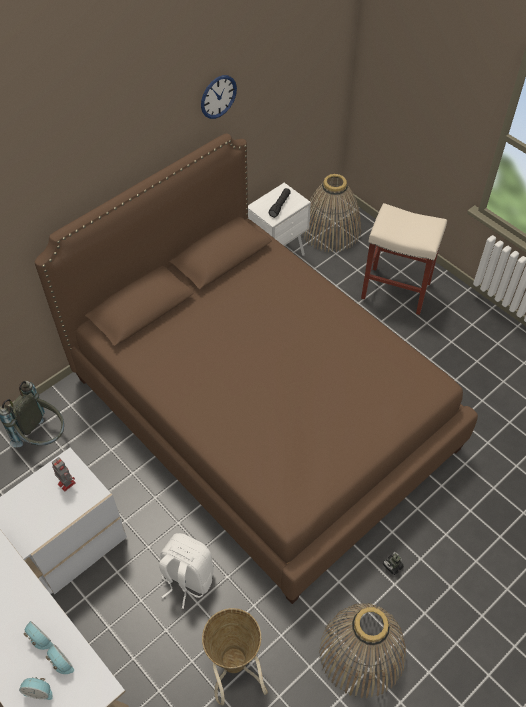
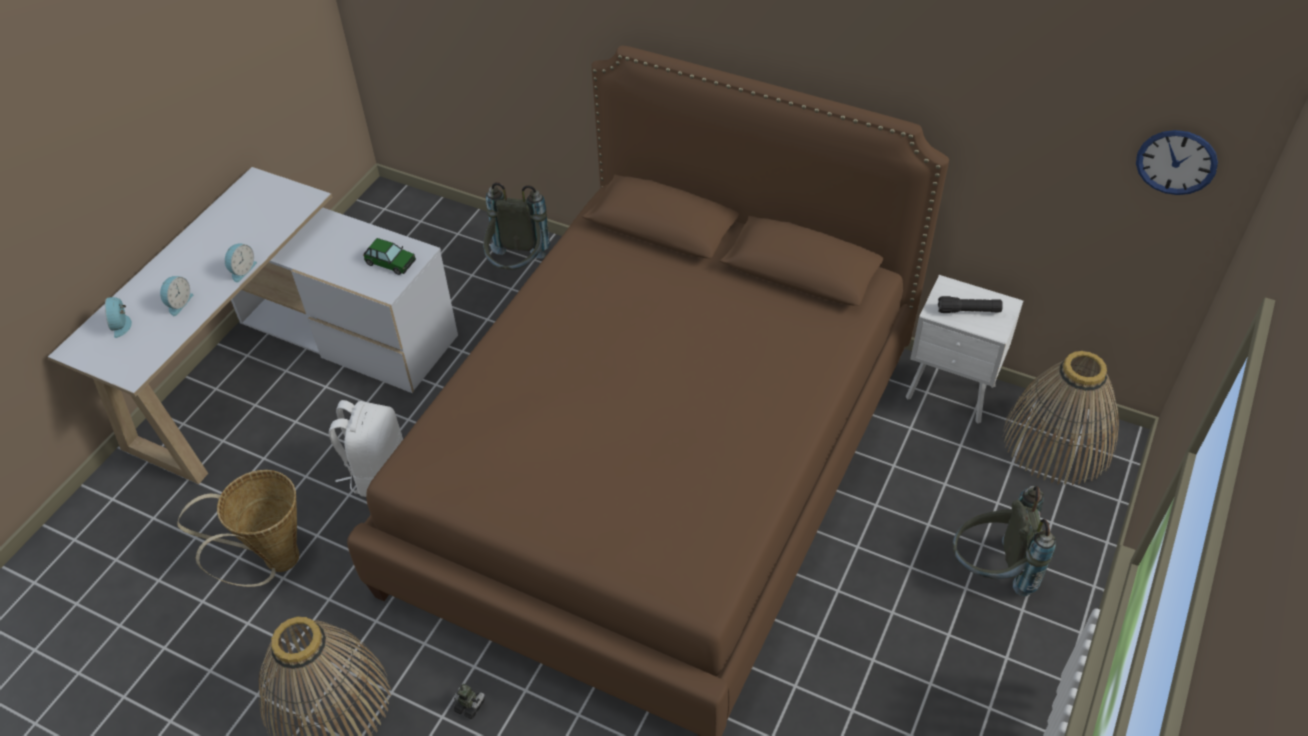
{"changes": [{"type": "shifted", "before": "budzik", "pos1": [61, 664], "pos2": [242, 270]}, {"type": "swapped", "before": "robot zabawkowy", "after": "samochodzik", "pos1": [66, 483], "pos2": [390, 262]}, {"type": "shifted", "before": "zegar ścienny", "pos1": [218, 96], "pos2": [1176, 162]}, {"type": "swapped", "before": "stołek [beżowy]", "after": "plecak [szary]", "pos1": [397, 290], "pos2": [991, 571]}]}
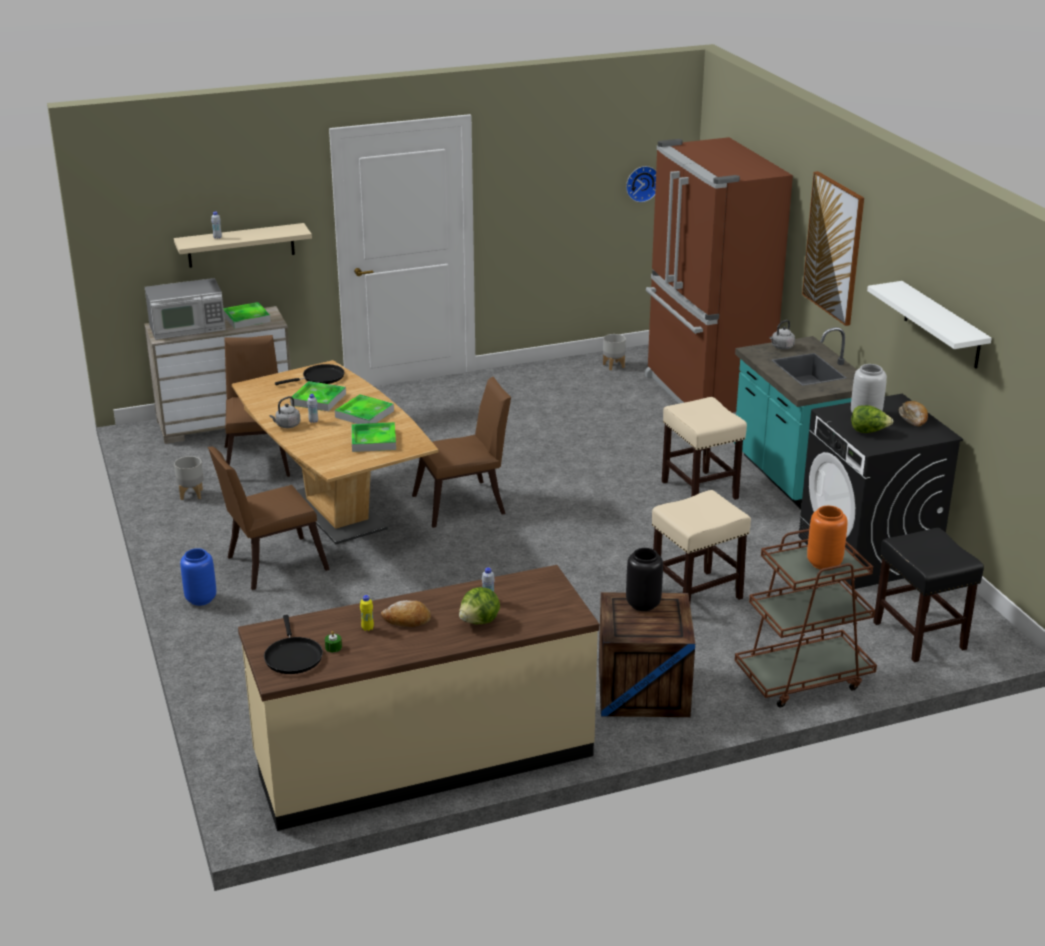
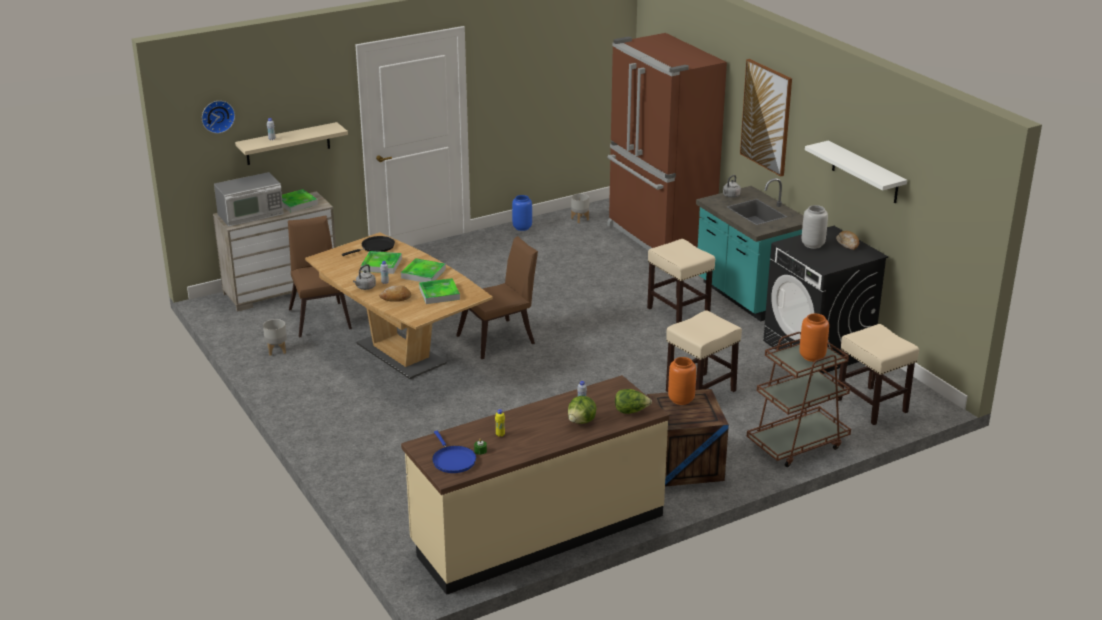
{"changes": [{"type": "shifted", "before": "wazon [niebieski]", "pos1": [201, 599], "pos2": [522, 227]}, {"type": "gone", "before": "krzesło [brązowy]", "pos1": [270, 564]}, {"type": "repainted", "before": "patelnia [czarny]", "after": "patelnia [niebieski]", "pos1": [293, 656], "pos2": [452, 460]}, {"type": "shifted", "before": "chleb", "pos1": [407, 620], "pos2": [396, 298]}, {"type": "shifted", "before": "zegar ścienny", "pos1": [641, 183], "pos2": [217, 116]}, {"type": "repainted", "before": "wazon [czarny]", "after": "wazon [pomarańczowy]", "pos1": [643, 604], "pos2": [681, 399]}, {"type": "shifted", "before": "sałata", "pos1": [868, 431], "pos2": [631, 411]}, {"type": "repainted", "before": "stołek [czarny]", "after": "stołek [beżowy]", "pos1": [920, 636], "pos2": [872, 406]}]}
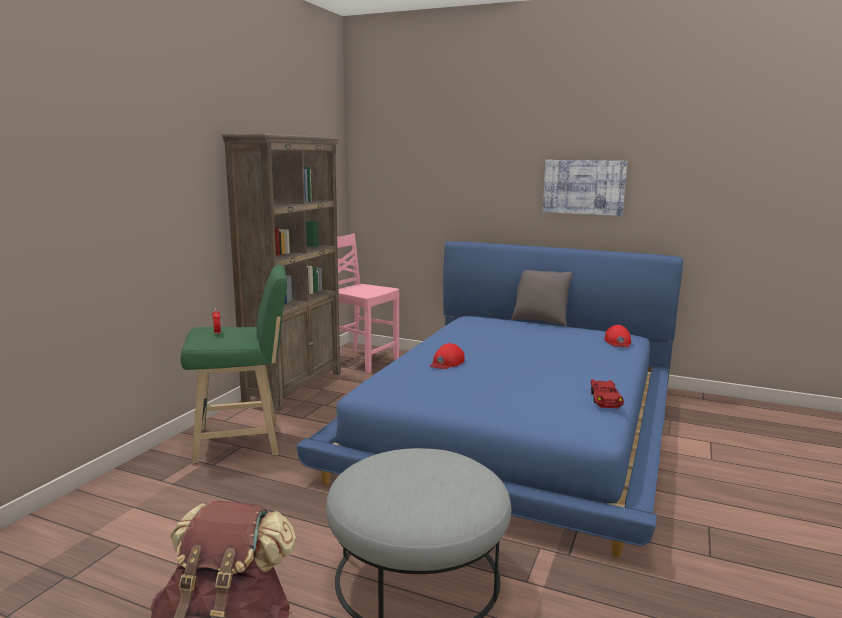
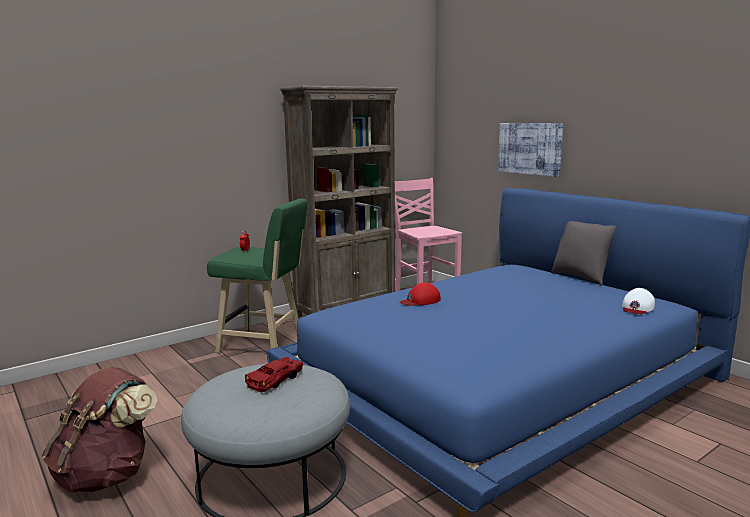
{"changes": [{"type": "shifted", "before": "obraz", "pos1": [584, 187], "pos2": [530, 148]}, {"type": "shifted", "before": "samochodzik [czerwony]", "pos1": [604, 399], "pos2": [276, 380]}, {"type": "repainted", "before": "czapka z daszkiem [czerwony]", "after": "czapka z daszkiem [biały]", "pos1": [618, 342], "pos2": [637, 307]}]}
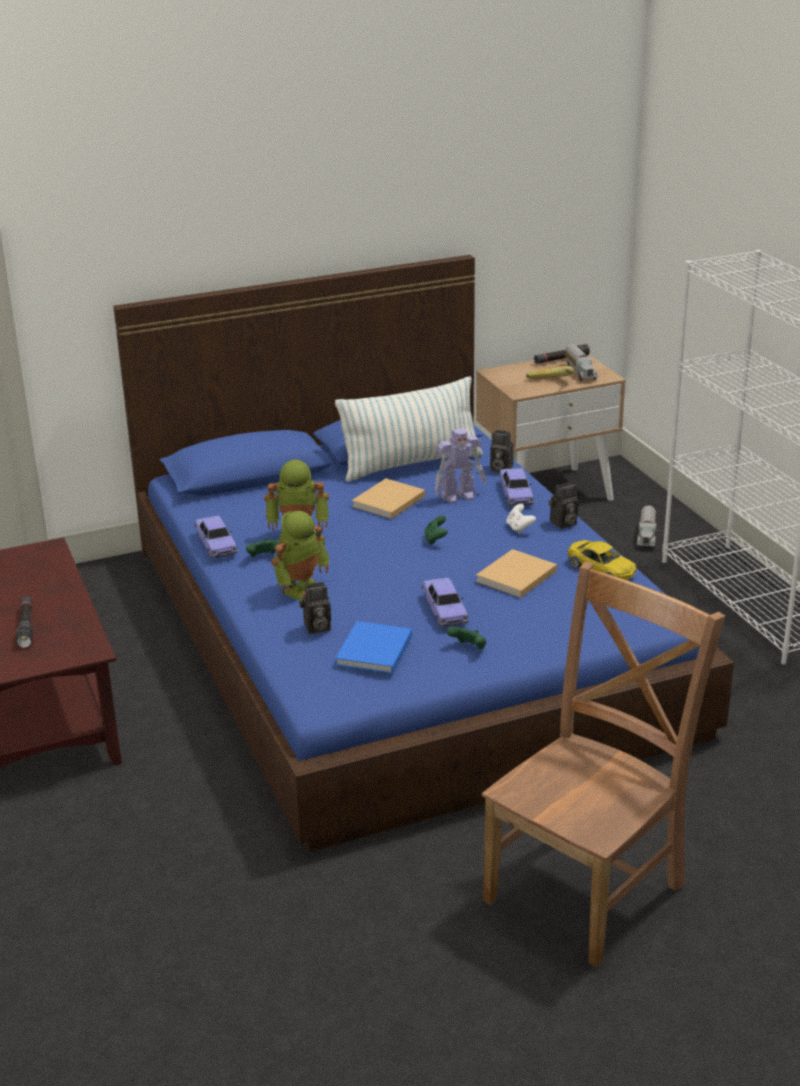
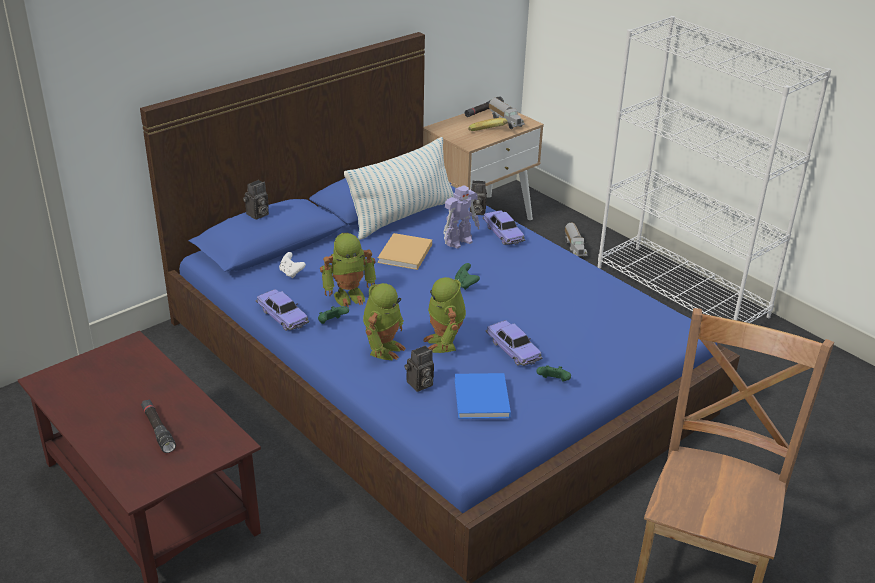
{"changes": [{"type": "gone", "before": "książka [beżowy]", "pos1": [515, 577]}, {"type": "shifted", "before": "pad do gier [biały]", "pos1": [519, 528], "pos2": [291, 273]}, {"type": "shifted", "before": "aparat fotograficzny", "pos1": [563, 523], "pos2": [257, 215]}, {"type": "gone", "before": "samochodzik [żółty]", "pos1": [601, 569]}, {"type": "new", "after": "robot zabawkowy", "pos2": [444, 343]}]}
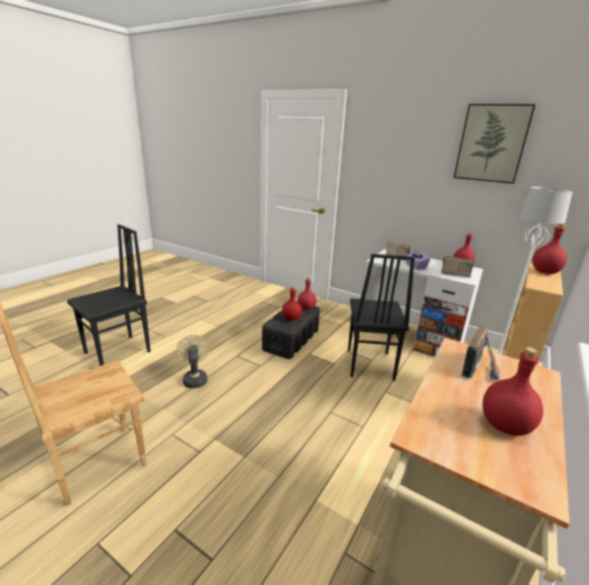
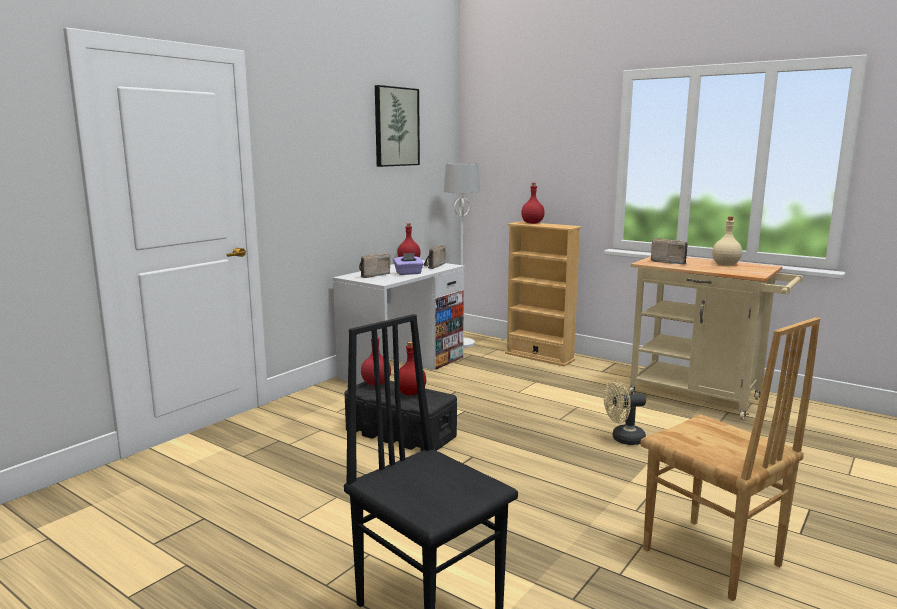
{"changes": [{"type": "shifted", "before": "wentylator [beżowy]", "pos1": [195, 378], "pos2": [623, 439]}, {"type": "gone", "before": "krzesło [czarny]", "pos1": [369, 364]}, {"type": "repainted", "before": "butelka [czerwony]", "after": "butelka [beżowy]", "pos1": [504, 425], "pos2": [725, 265]}]}
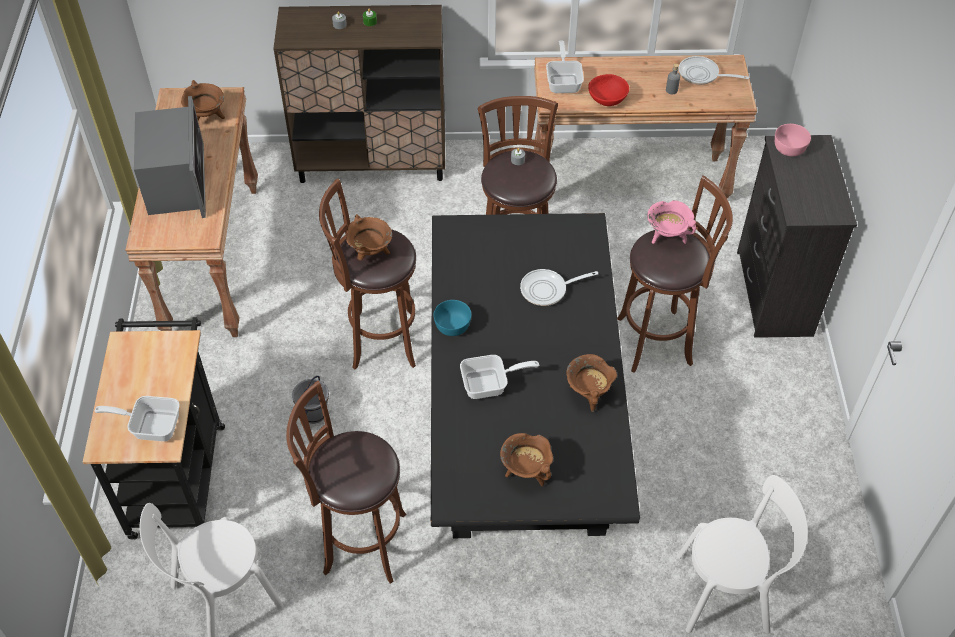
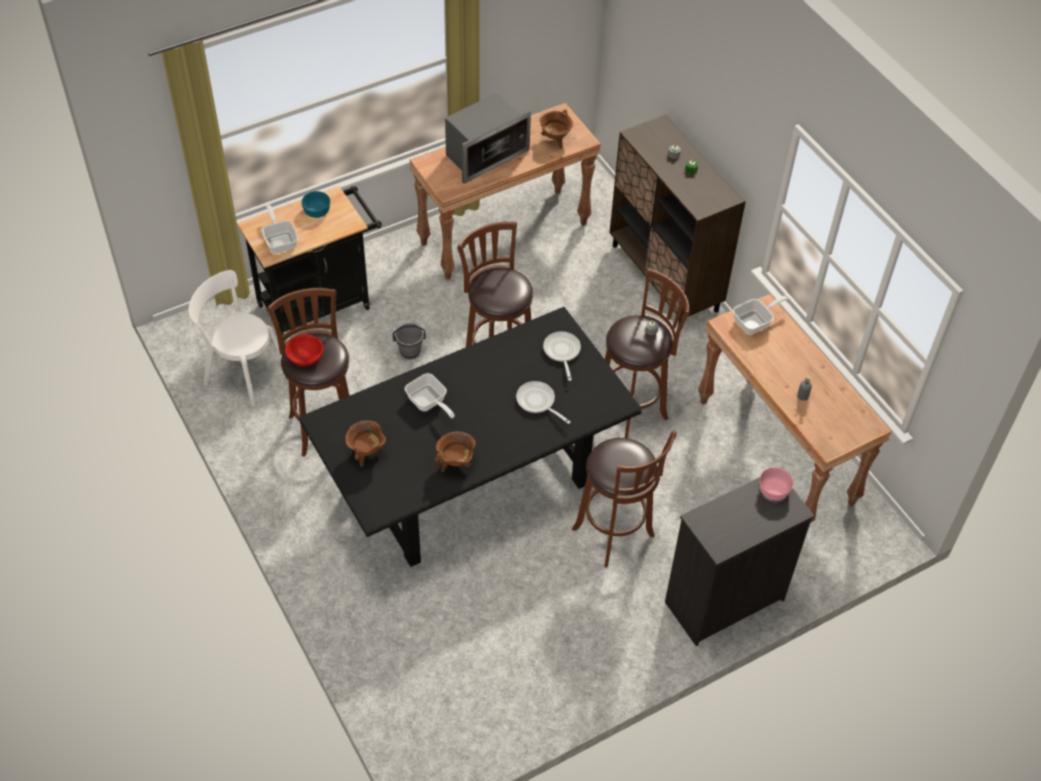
{"changes": [{"type": "gone", "before": "garnek [brązowy]", "pos1": [370, 253]}, {"type": "shifted", "before": "miska [turkusowy]", "pos1": [452, 325], "pos2": [317, 211]}, {"type": "shifted", "before": "miska [czerwony]", "pos1": [607, 99], "pos2": [306, 357]}, {"type": "gone", "before": "garnek [różowy]", "pos1": [667, 237]}, {"type": "gone", "before": "krzesło [biały]", "pos1": [728, 592]}, {"type": "shifted", "before": "patelnia", "pos1": [702, 75], "pos2": [562, 352]}]}
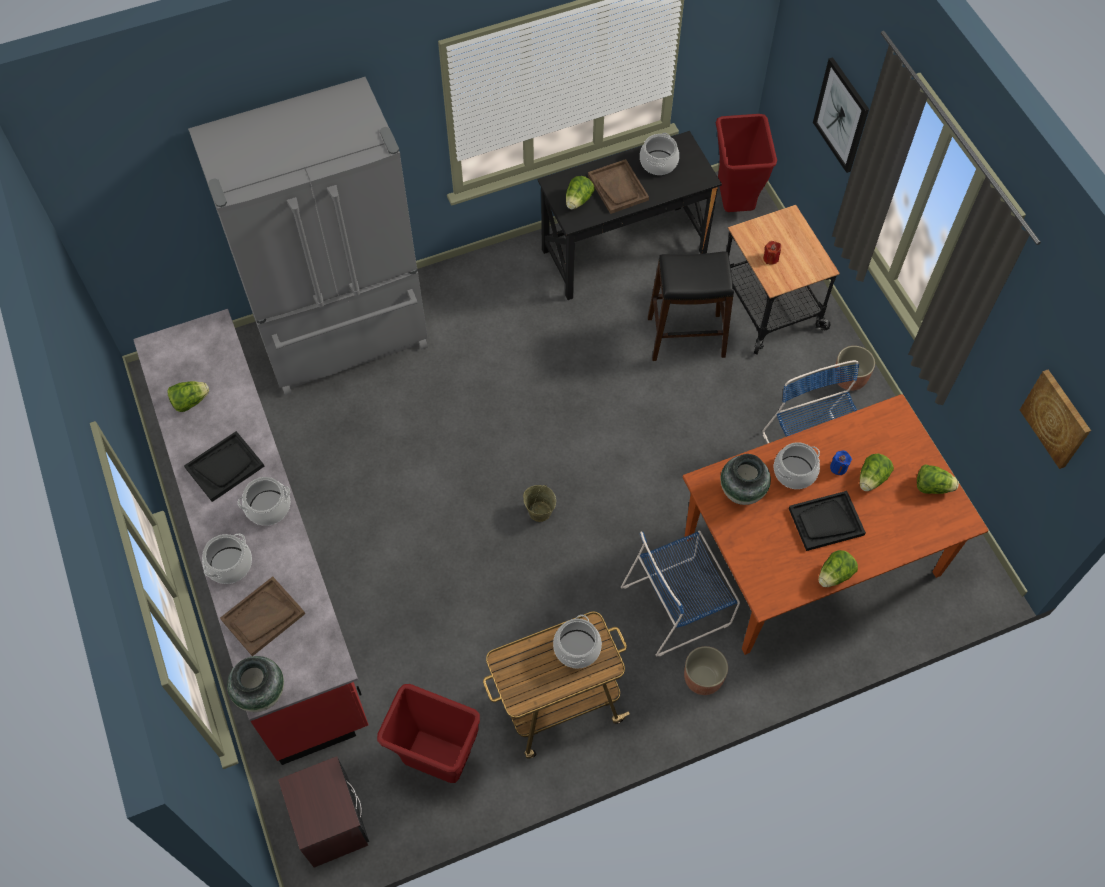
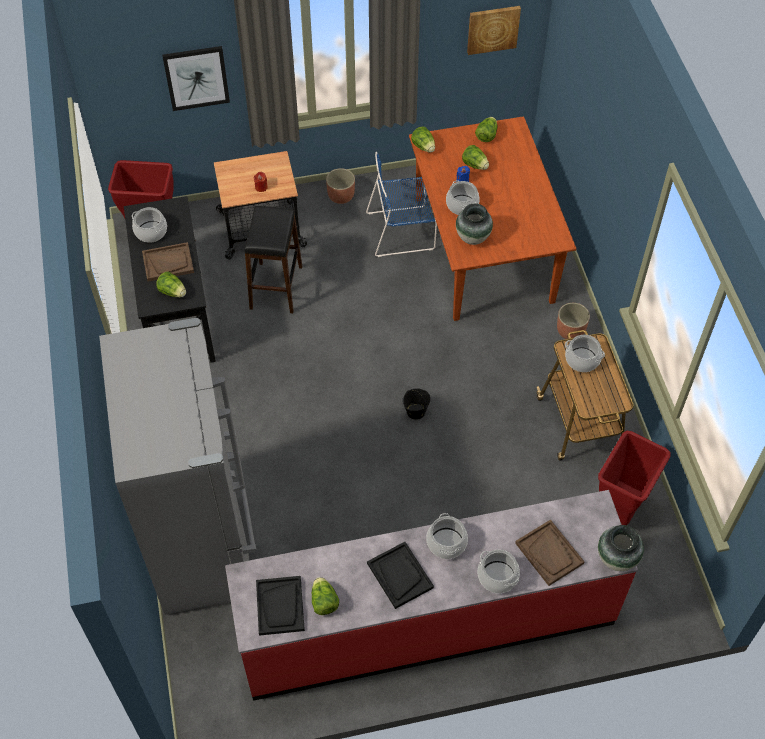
{"changes": [{"type": "gone", "before": "szafka nocna [brązowy]", "pos1": [331, 822]}, {"type": "repainted", "before": "wiadro [beżowy]", "after": "wiadro [czarny]", "pos1": [539, 511], "pos2": [415, 412]}, {"type": "gone", "before": "krzesło [niebieski]", "pos1": [679, 604]}, {"type": "shifted", "before": "taca [czarny]", "pos1": [826, 522], "pos2": [280, 606]}, {"type": "shifted", "before": "sałata", "pos1": [834, 575], "pos2": [424, 147]}]}
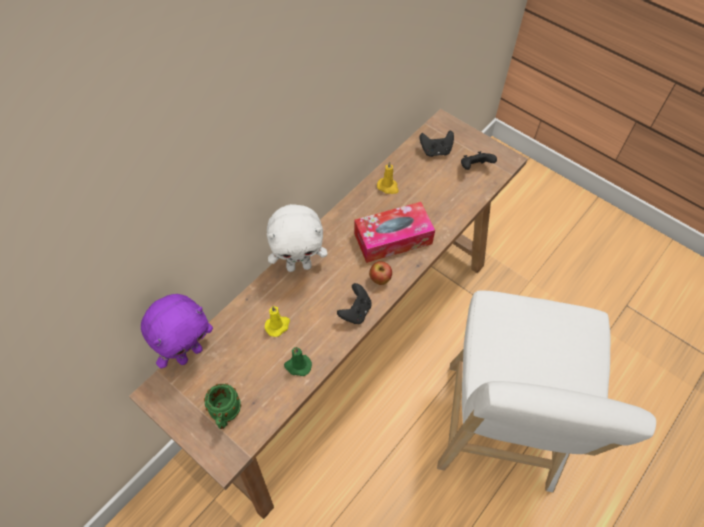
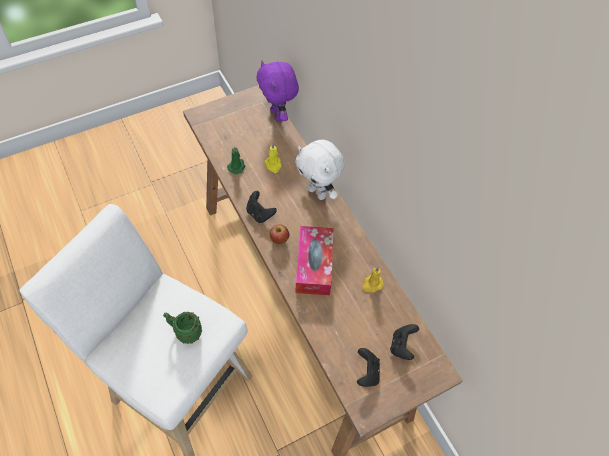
{"changes": [{"type": "shifted", "before": "kubek [zielony]", "pos1": [225, 415], "pos2": [185, 332]}, {"type": "rotated", "before": "pluszak [biały]", "pos1": [299, 265], "pos2": [318, 192], "turn": -60}]}
